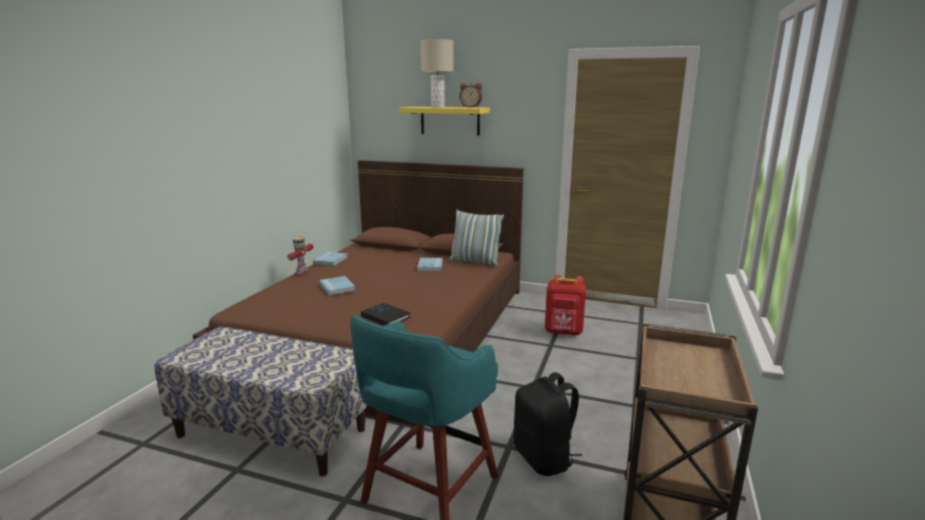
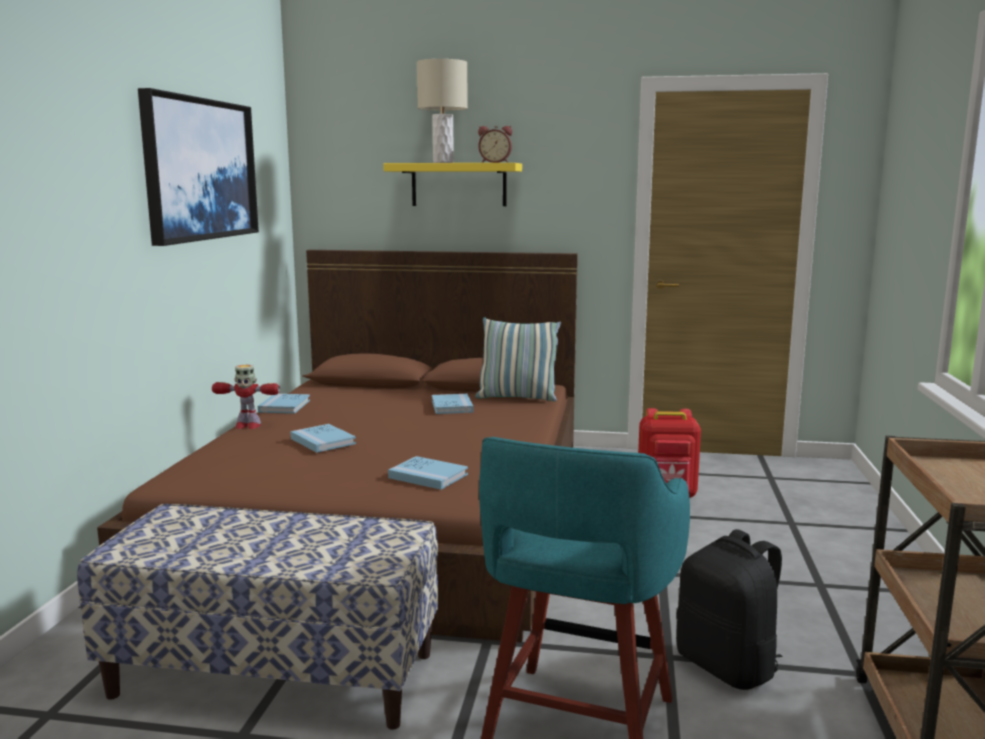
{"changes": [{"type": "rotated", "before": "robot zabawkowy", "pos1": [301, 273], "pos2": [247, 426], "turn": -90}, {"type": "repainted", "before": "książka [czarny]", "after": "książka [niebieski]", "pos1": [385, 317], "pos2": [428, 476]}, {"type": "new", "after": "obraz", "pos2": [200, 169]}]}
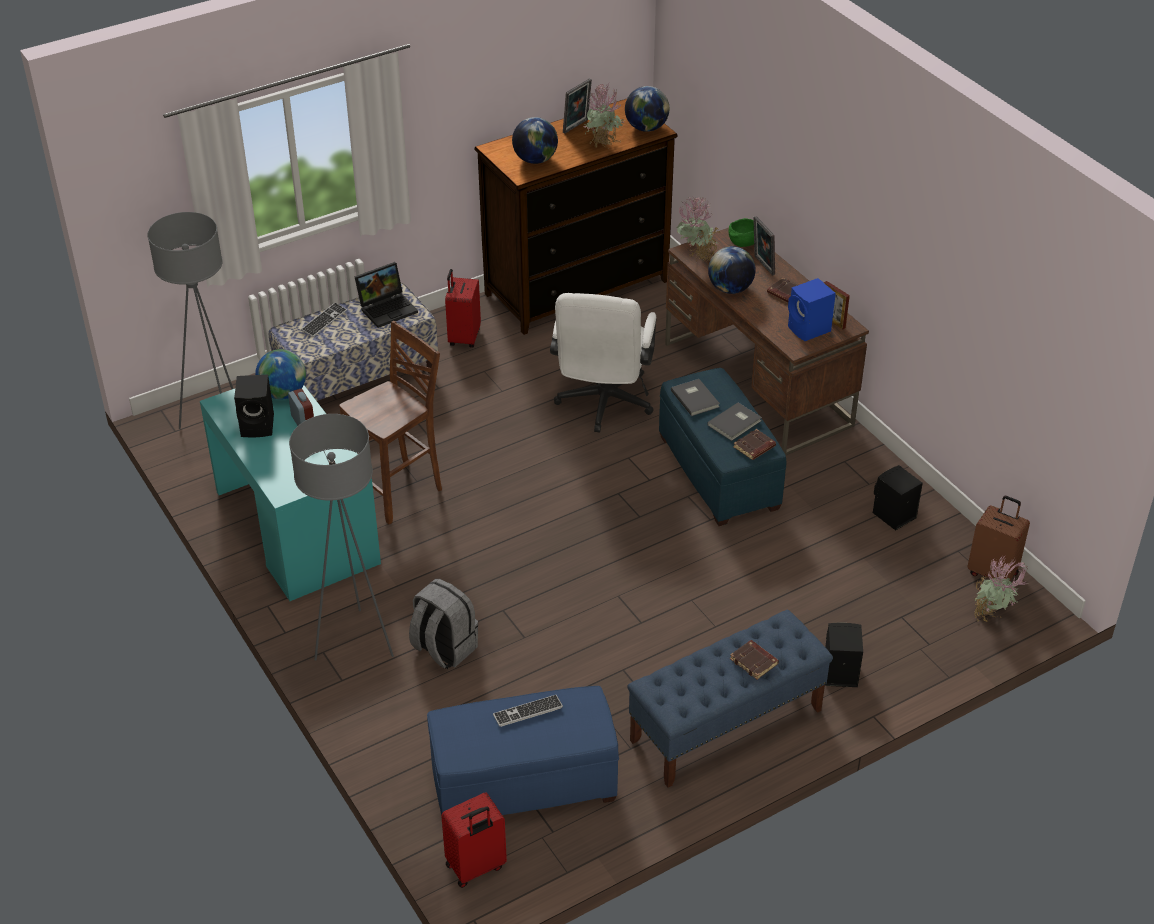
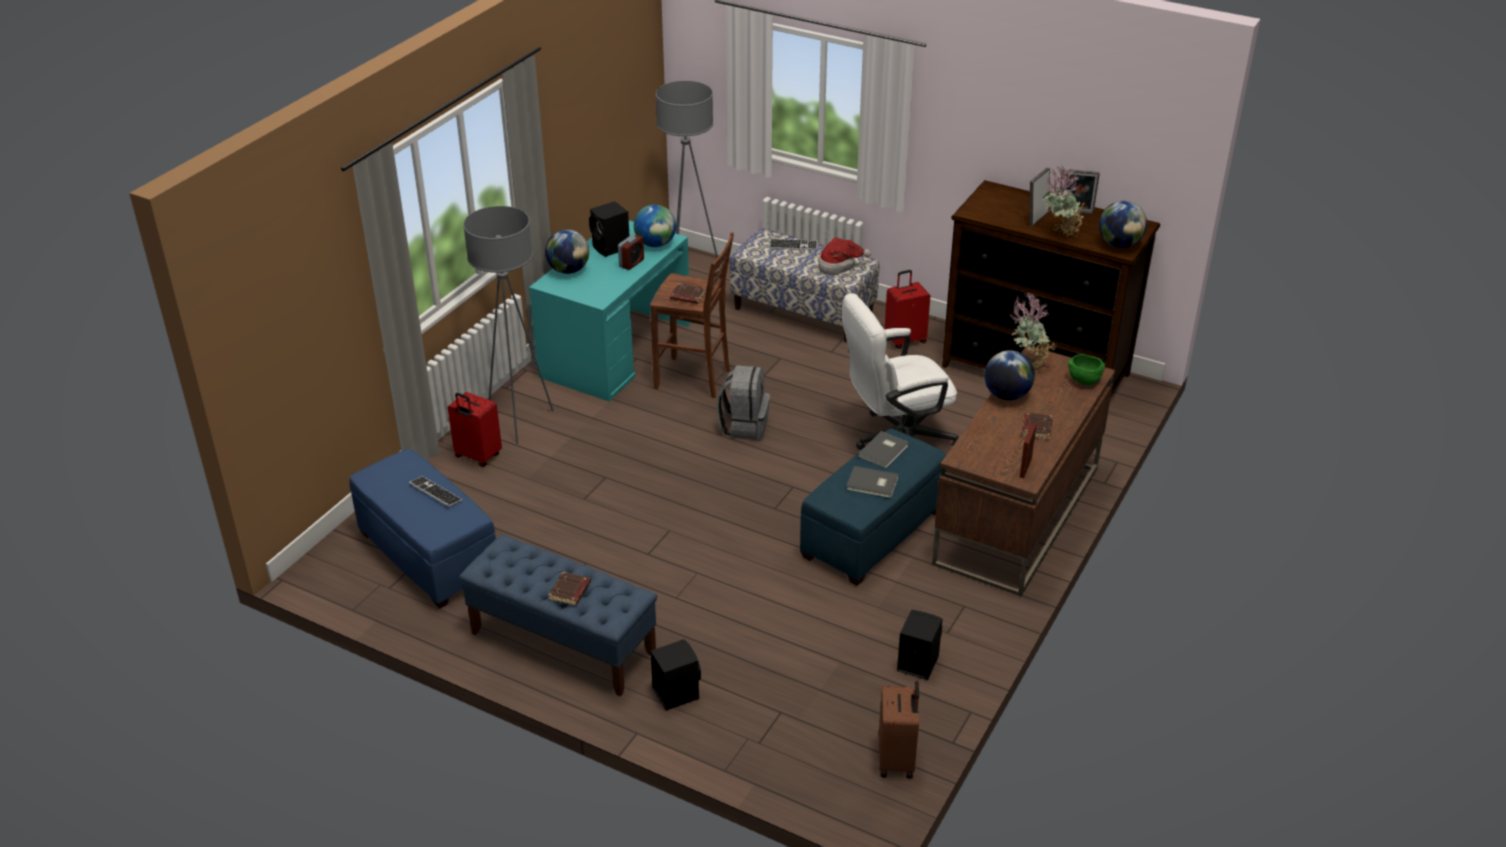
{"changes": [{"type": "swapped", "before": "laptop", "after": "kapelusz", "pos1": [388, 308], "pos2": [839, 265]}, {"type": "shifted", "before": "plecak [szary]", "pos1": [443, 648], "pos2": [744, 426]}, {"type": "shifted", "before": "walizka [czerwony]", "pos1": [476, 867], "pos2": [477, 456]}, {"type": "shifted", "before": "globus", "pos1": [535, 160], "pos2": [568, 270]}, {"type": "shifted", "before": "książka [brązowy]", "pos1": [754, 447], "pos2": [687, 297]}, {"type": "shifted", "before": "ramka na zdjęcie", "pos1": [762, 266], "pos2": [1036, 218]}, {"type": "gone", "before": "głośnik [niebieski]", "pos1": [809, 330]}, {"type": "gone", "before": "roślina doniczkowa", "pos1": [991, 618]}]}
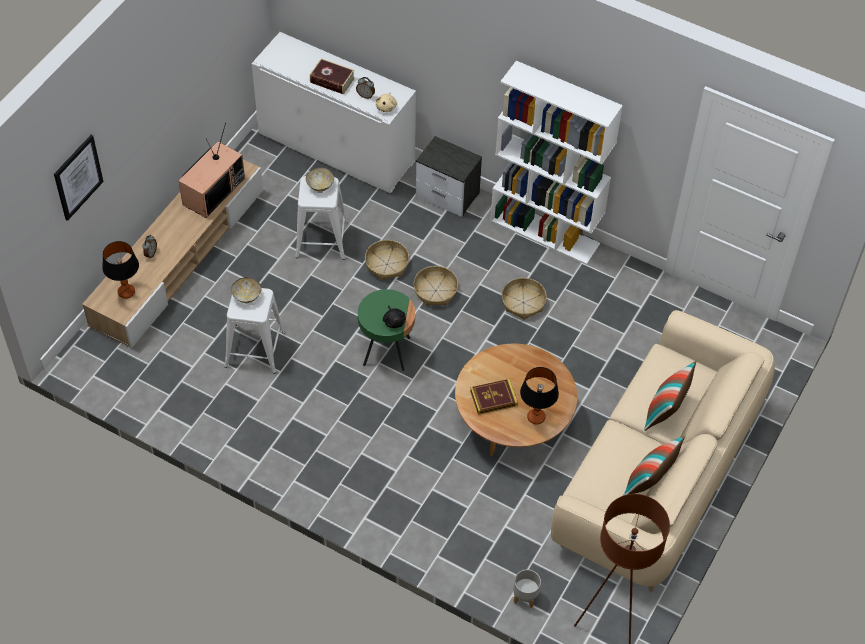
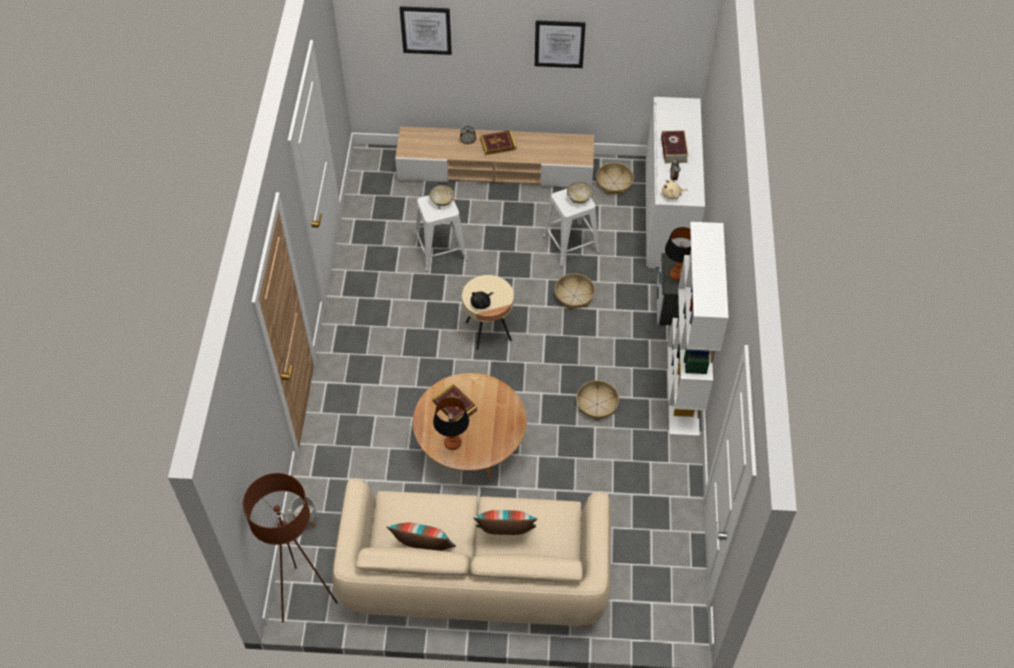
{"changes": [{"type": "shifted", "before": "lampa stołowa", "pos1": [126, 292], "pos2": [677, 275]}, {"type": "gone", "before": "telewizor", "pos1": [213, 190]}, {"type": "repainted", "before": "stolik [zielony]", "after": "stolik [beżowy]", "pos1": [386, 351], "pos2": [488, 331]}, {"type": "shifted", "before": "koszyk", "pos1": [435, 291], "pos2": [614, 183]}, {"type": "new", "after": "książka", "pos2": [498, 144]}, {"type": "new", "after": "obraz", "pos2": [559, 43]}]}
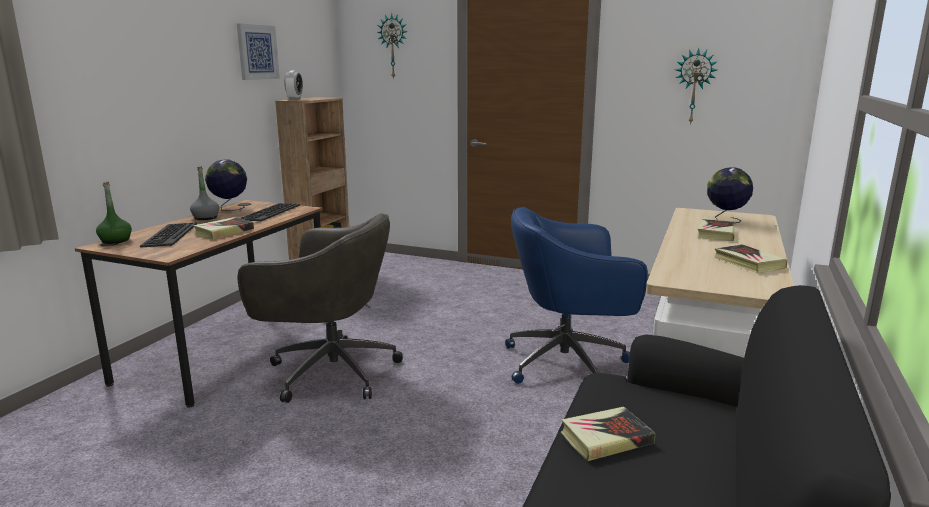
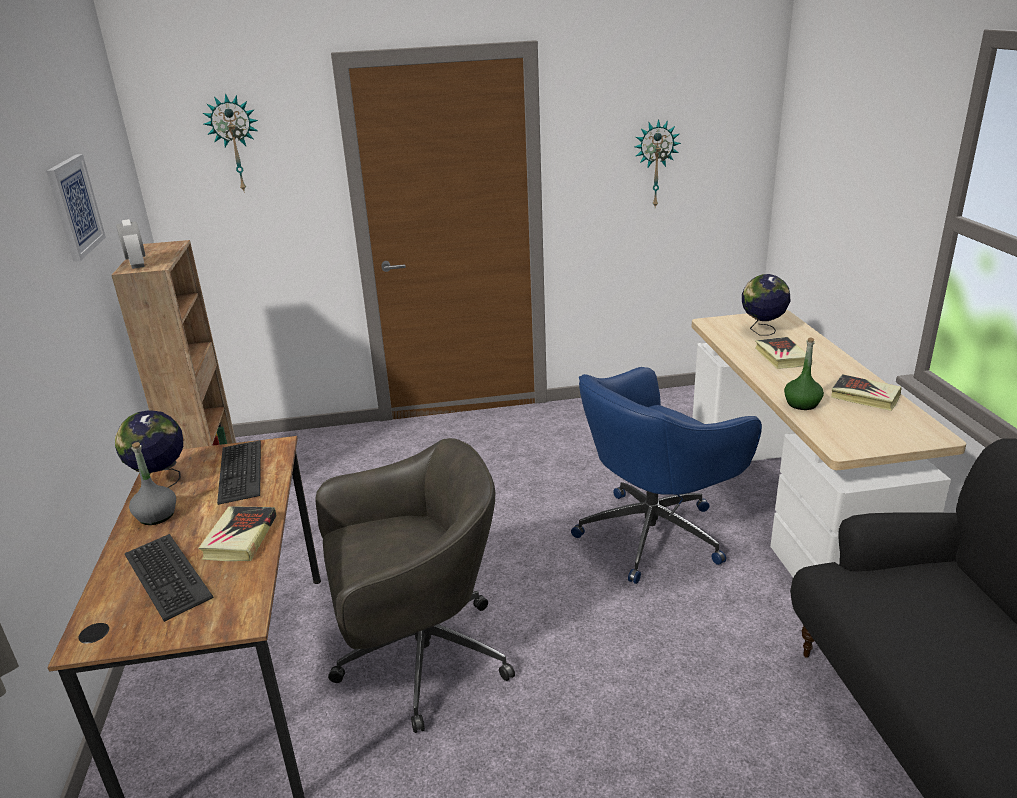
{"changes": [{"type": "shifted", "before": "butelka [zielony]", "pos1": [115, 240], "pos2": [802, 404]}, {"type": "gone", "before": "książka", "pos1": [606, 438]}]}
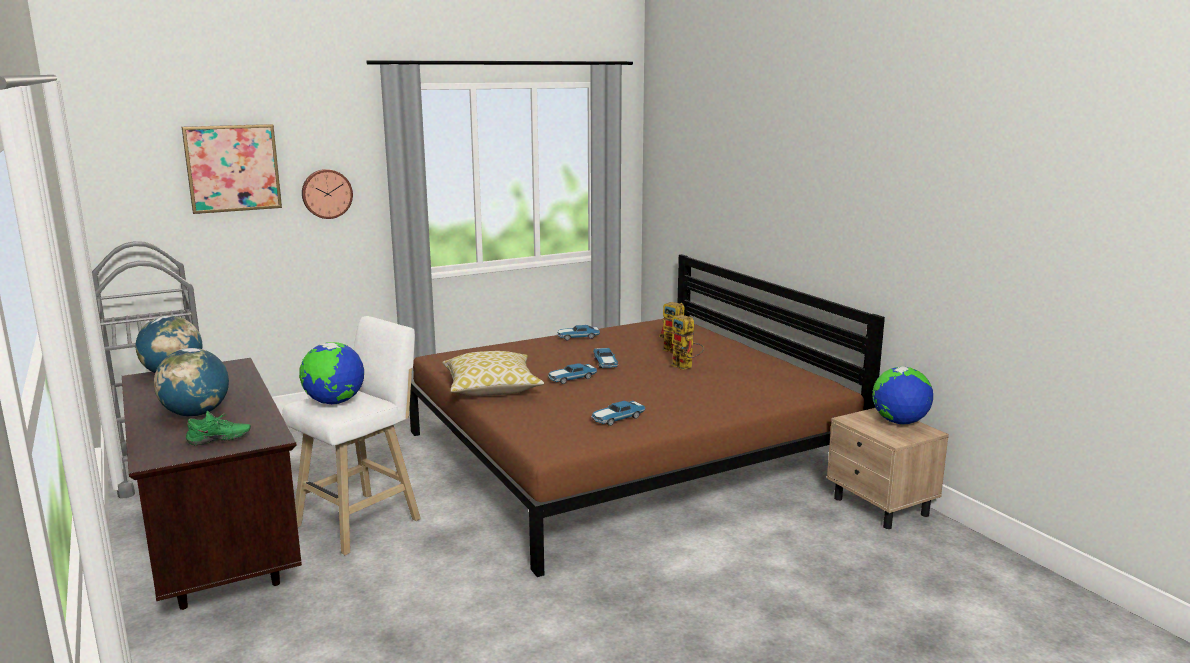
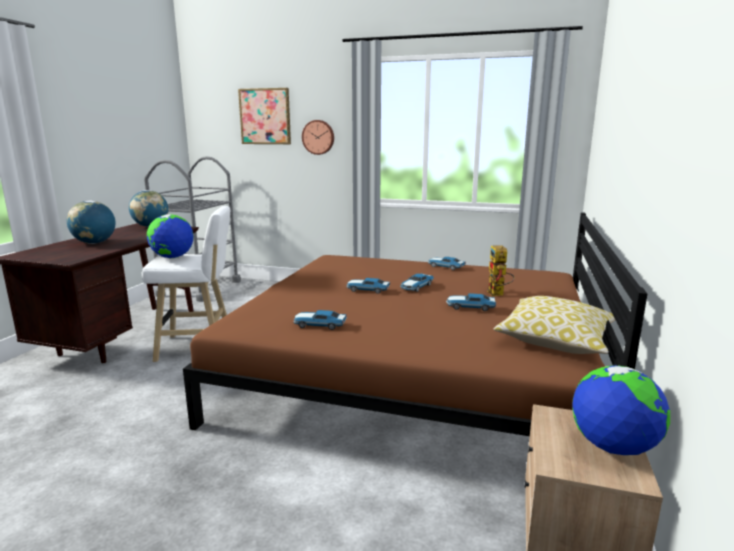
{"changes": [{"type": "gone", "before": "but [zielony]", "pos1": [219, 441]}, {"type": "shifted", "before": "poduszka", "pos1": [492, 388], "pos2": [556, 340]}, {"type": "swapped", "before": "robot zabawkowy", "after": "samochodzik", "pos1": [686, 367], "pos2": [470, 307]}]}
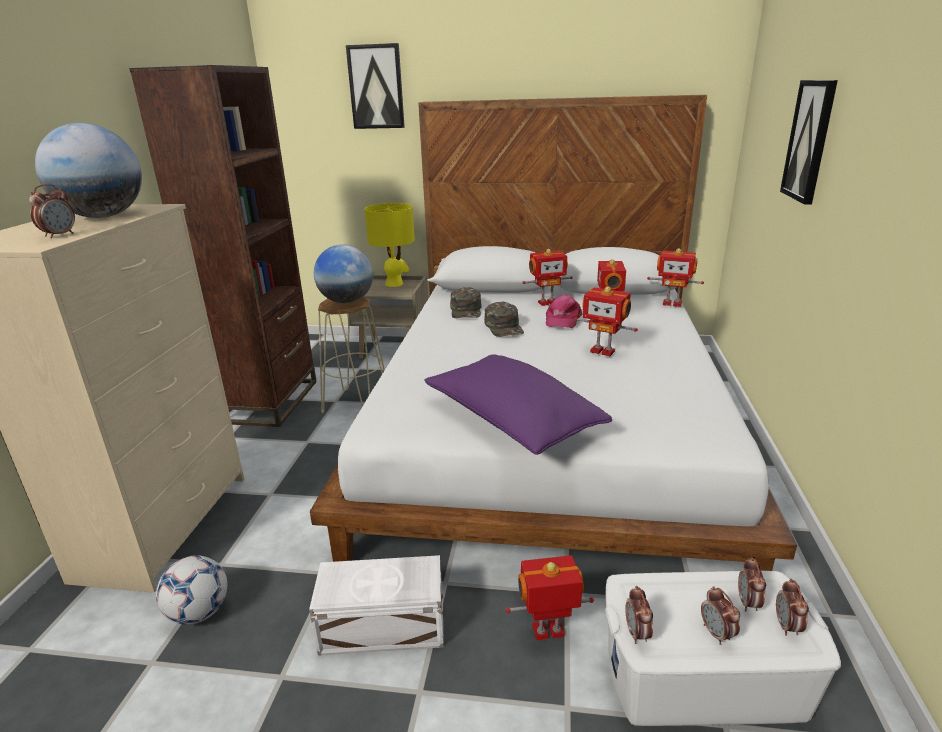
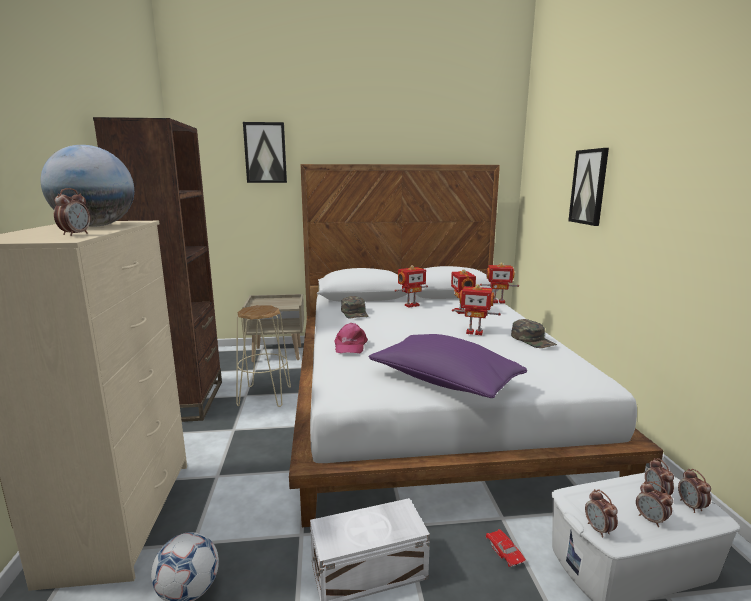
{"changes": [{"type": "gone", "before": "globus", "pos1": [347, 301]}, {"type": "gone", "before": "lampa stołowa [żółty]", "pos1": [395, 283]}, {"type": "shifted", "before": "czapka z daszkiem [zielony]", "pos1": [504, 327], "pos2": [533, 340]}, {"type": "swapped", "before": "robot zabawkowy", "after": "samochodzik [czerwony]", "pos1": [548, 632], "pos2": [504, 551]}, {"type": "shifted", "before": "czapka z daszkiem [różowy]", "pos1": [562, 319], "pos2": [350, 346]}]}
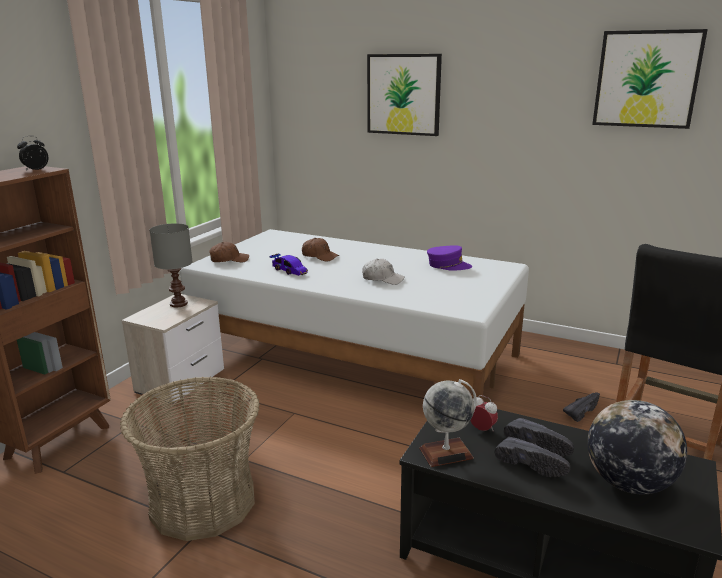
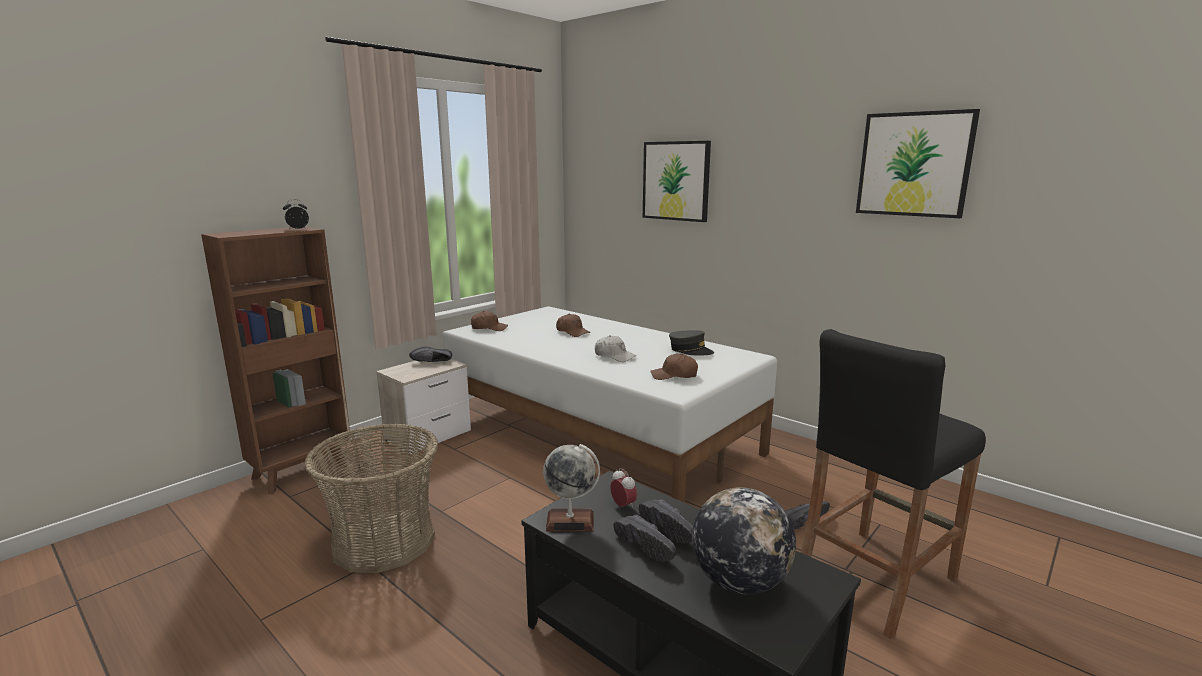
{"changes": [{"type": "swapped", "before": "lampa stołowa [szary]", "after": "but [czarny]", "pos1": [179, 303], "pos2": [432, 363]}, {"type": "gone", "before": "samochodzik", "pos1": [289, 270]}, {"type": "repainted", "before": "czapka z daszkiem [fioletowy]", "after": "czapka z daszkiem [szary]", "pos1": [448, 265], "pos2": [690, 350]}, {"type": "new", "after": "czapka z daszkiem [brązowy]", "pos2": [674, 375]}]}
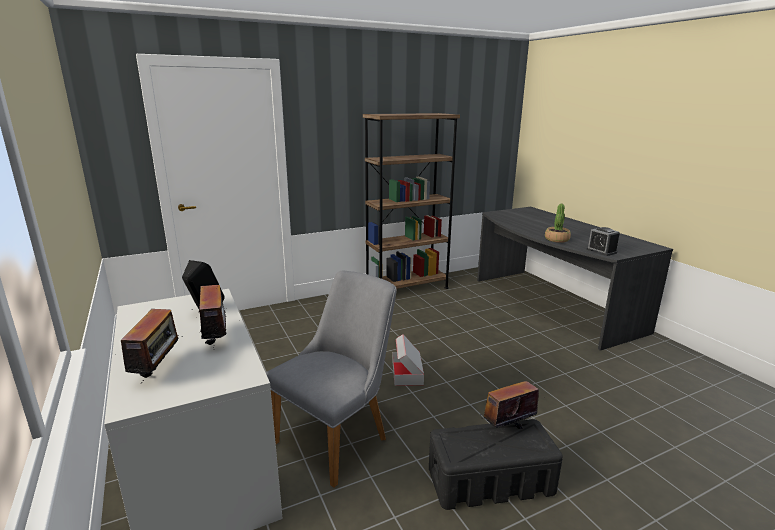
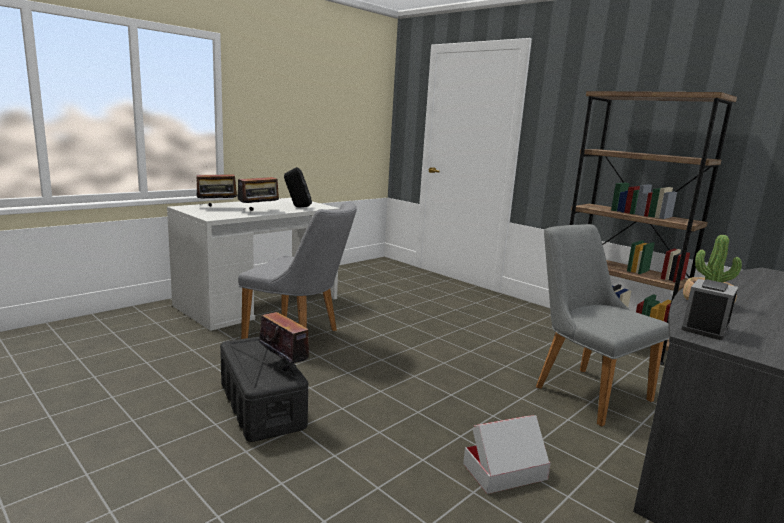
{"changes": [{"type": "shifted", "before": "karton", "pos1": [407, 373], "pos2": [504, 471]}, {"type": "new", "after": "krzesło [szary]", "pos2": [583, 389]}]}
